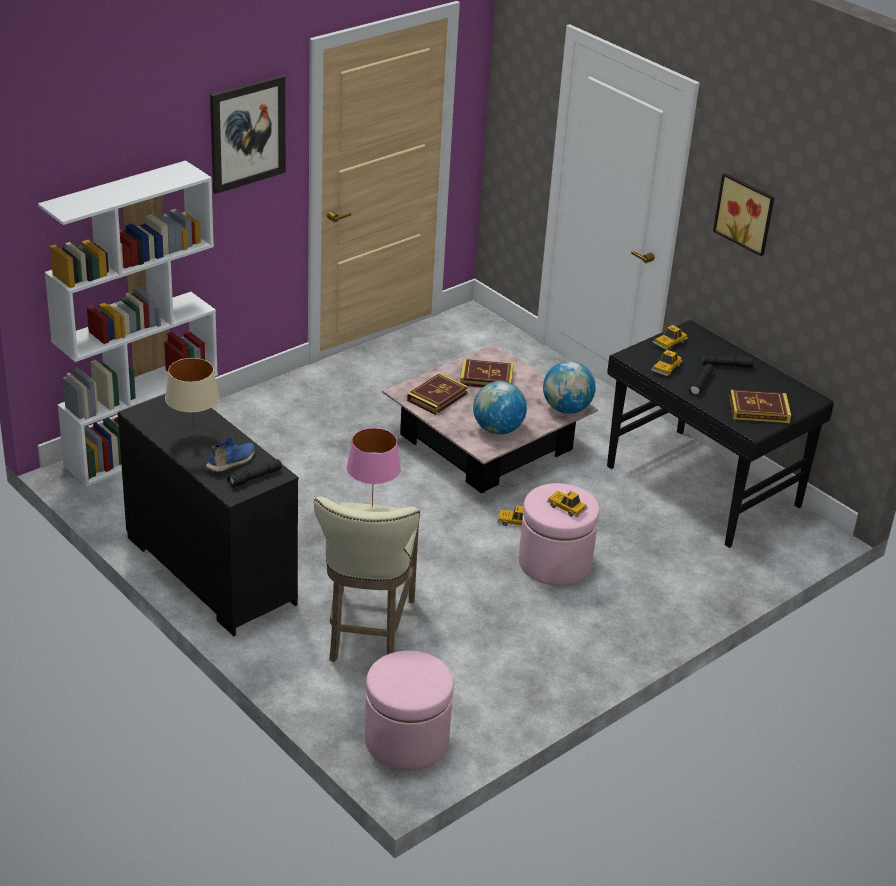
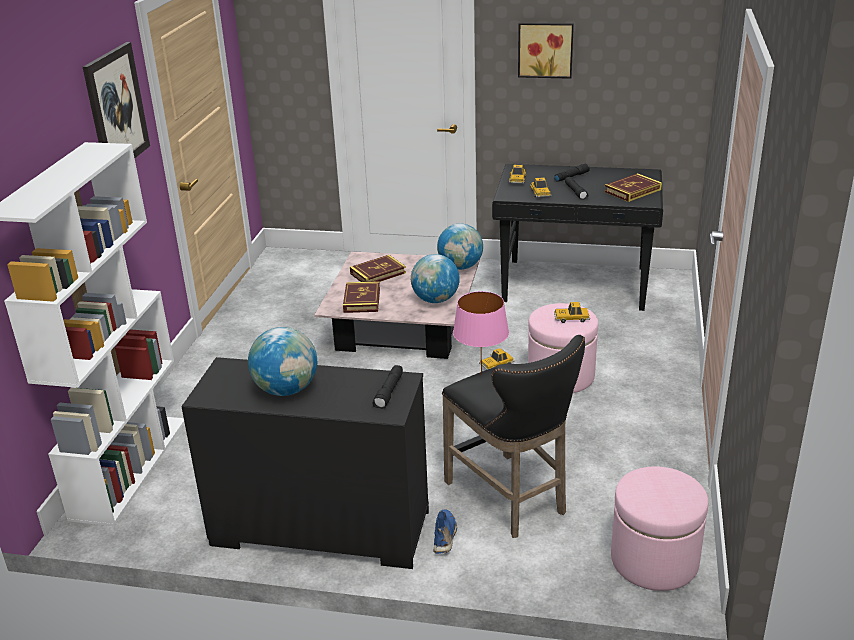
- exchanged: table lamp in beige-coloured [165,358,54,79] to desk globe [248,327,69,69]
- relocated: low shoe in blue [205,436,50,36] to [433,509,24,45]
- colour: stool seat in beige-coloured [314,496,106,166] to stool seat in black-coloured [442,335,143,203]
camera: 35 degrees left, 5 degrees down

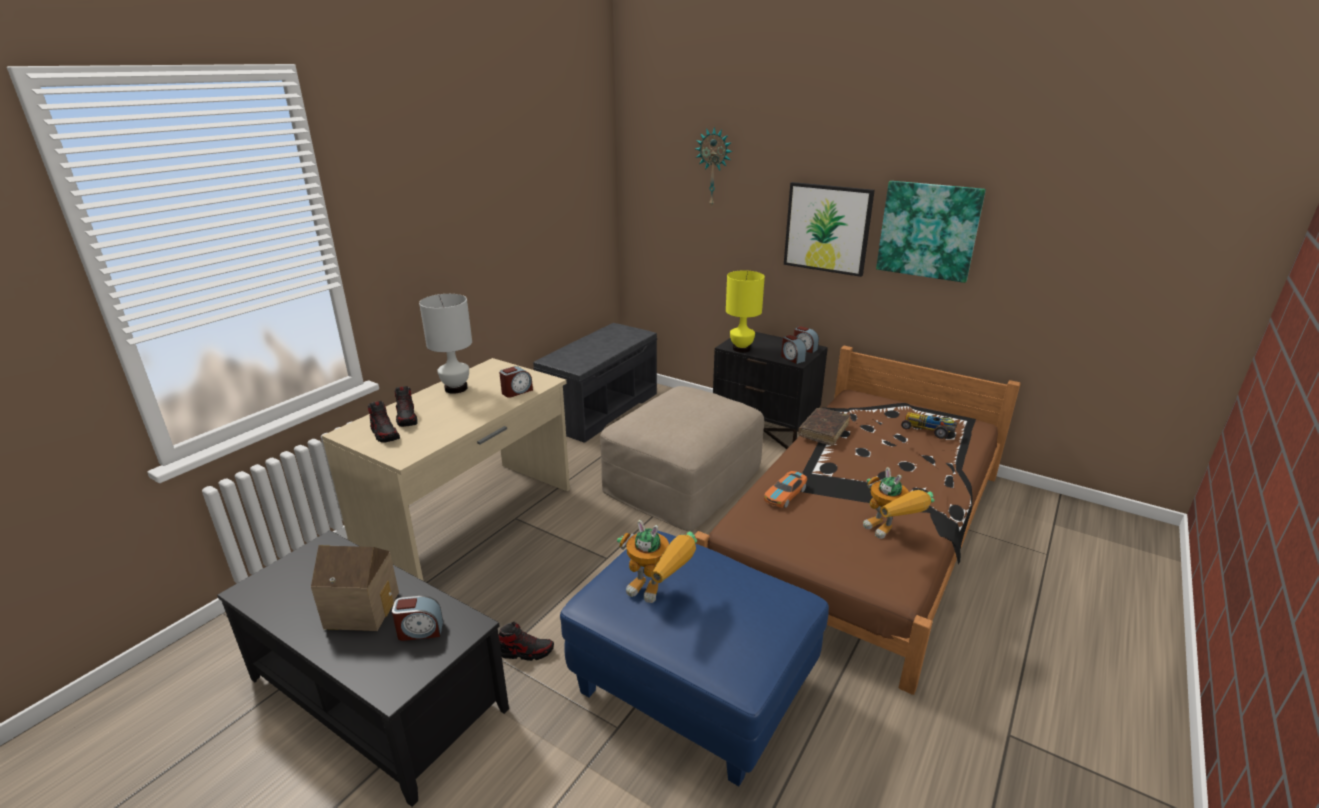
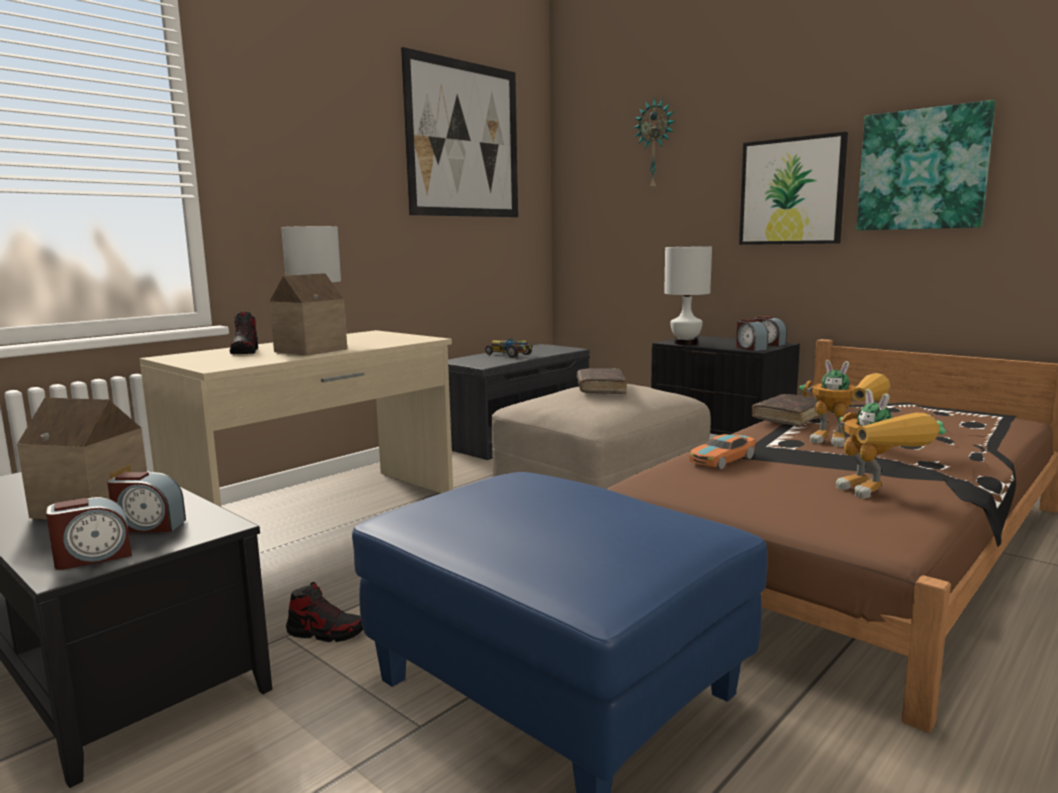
- relocated: alarm clock [499,366,34,32] to [46,497,86,73]
- appeared: miniature house [270,273,77,83]
- appeared: wall picture [401,47,117,170]
- relocated: miniature car [901,412,56,27] to [485,338,47,20]
- appeared: book in brown [577,368,50,26]
- colour: table lamp in yellow-coloured [726,270,39,83] to table lamp in whitish [664,246,48,99]
- relocated: robot figure [617,520,80,83] to [799,360,91,87]
- missing: low shoe [368,401,32,42]
camera: 10 degrees right, 15 degrees down

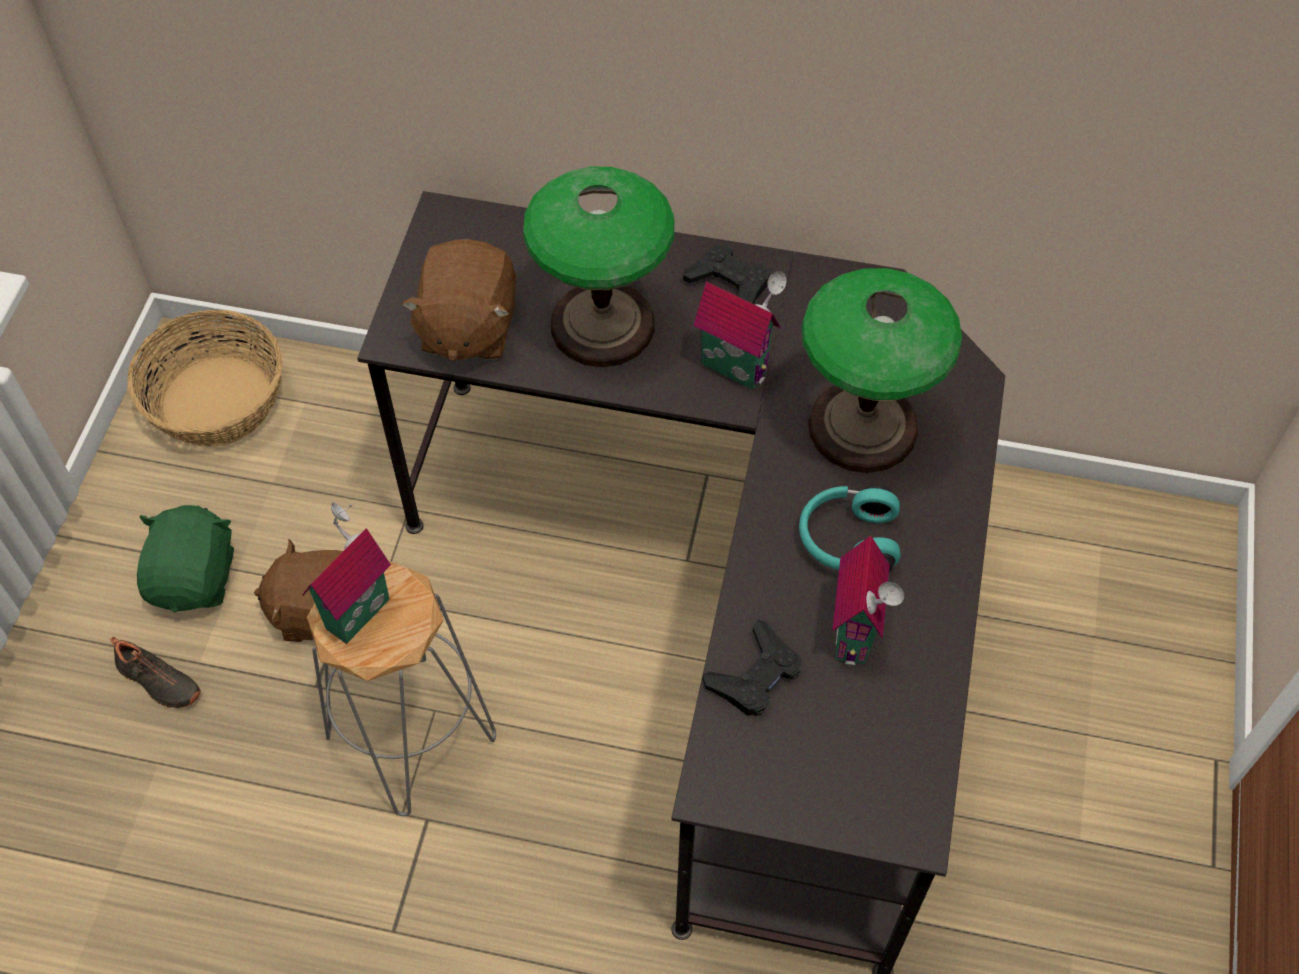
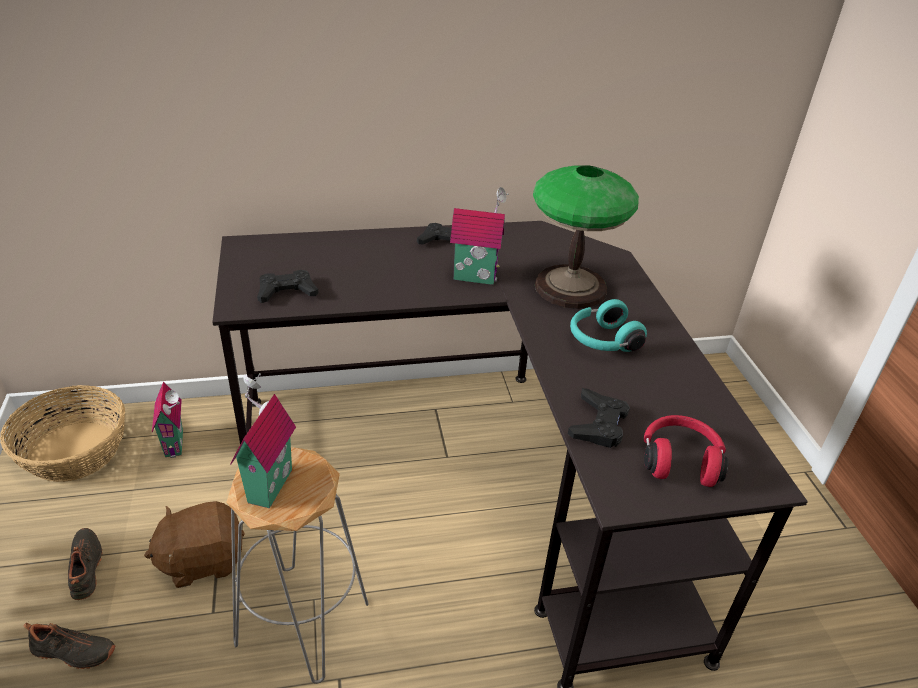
- exchanged: cuddly toy in green-coloured [137,505,97,107] to low shoe in black-coloured [68,528,35,72]
- relocated: miniature house [832,536,72,130] to [152,382,31,76]
- exchanged: cuddly toy in brown [402,239,114,122] to game controller in black-coloured [257,270,61,33]
- appeared: headset in reddish [644,415,85,72]
- missing: table lamp [523,166,151,201]
camera: 25 degrees left, 20 degrees down

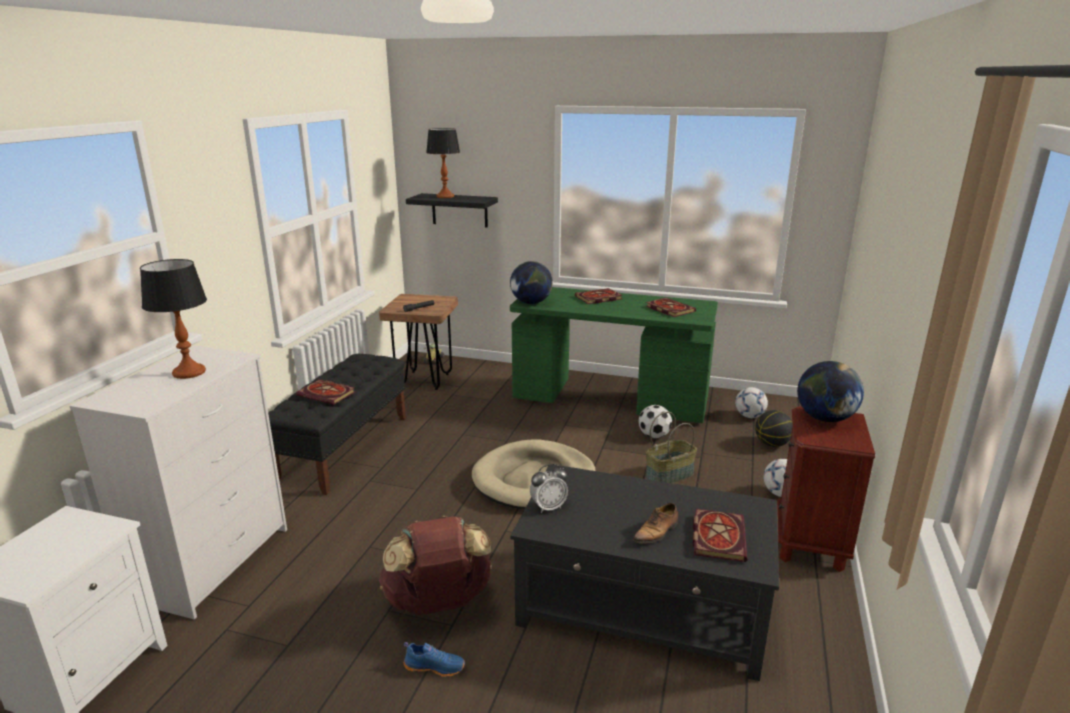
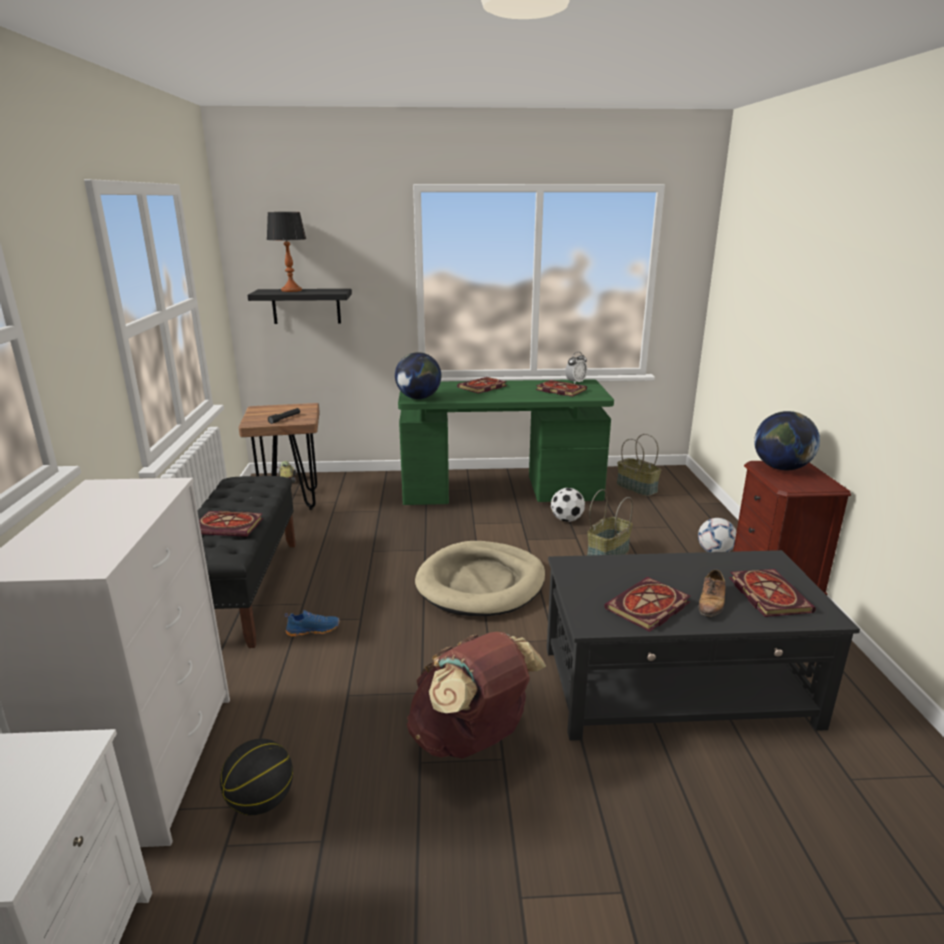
- relocated: ball for basketball [755,410,38,37] to [220,739,73,76]
- relocated: low shoe in blue [404,642,61,35] to [285,610,55,27]
- relocated: alarm clock [530,464,38,49] to [565,352,22,32]
- appeared: book [604,577,87,55]
- exchanged: ball for football [735,387,33,31] to storage basket [617,434,44,62]
- missing: table lamp [140,259,67,120]
camera: 20 degrees left, 0 degrees up

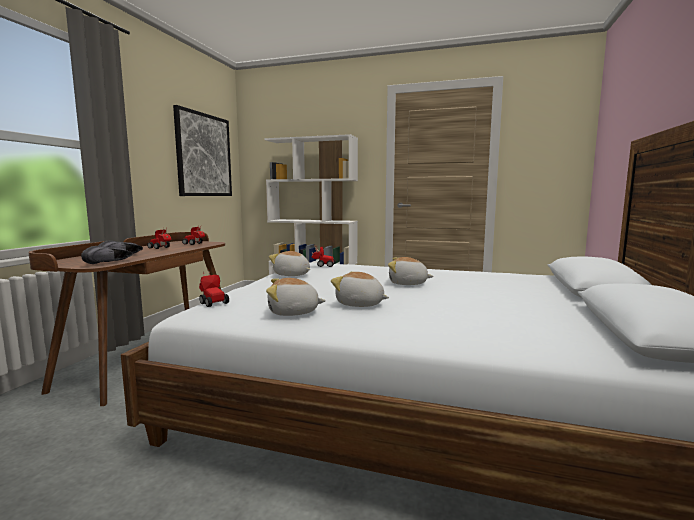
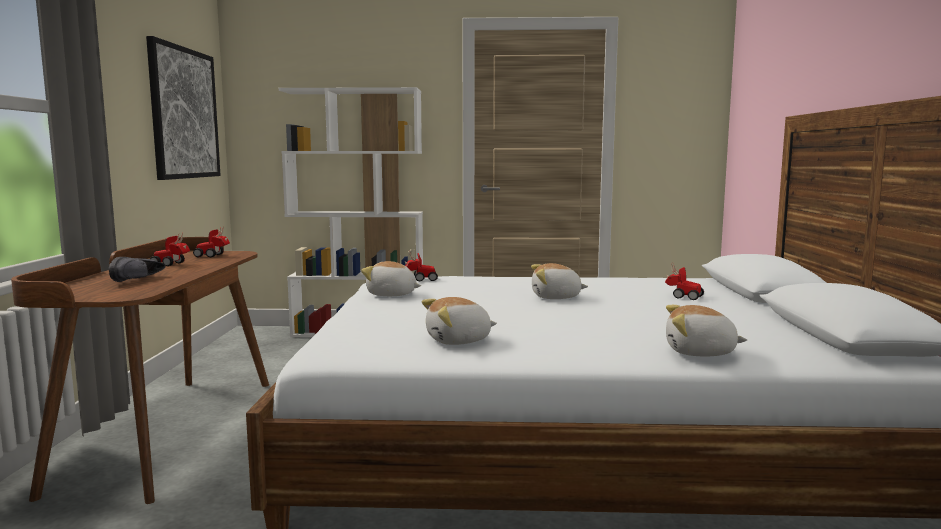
- relocated: miniature car [199,269,30,38] to [665,264,39,36]
- relocated: cuddly toy [331,271,58,36] to [666,305,81,52]
- missing: low shoe in black-coloured [81,246,52,18]
camera: 15 degrees left, 0 degrees up

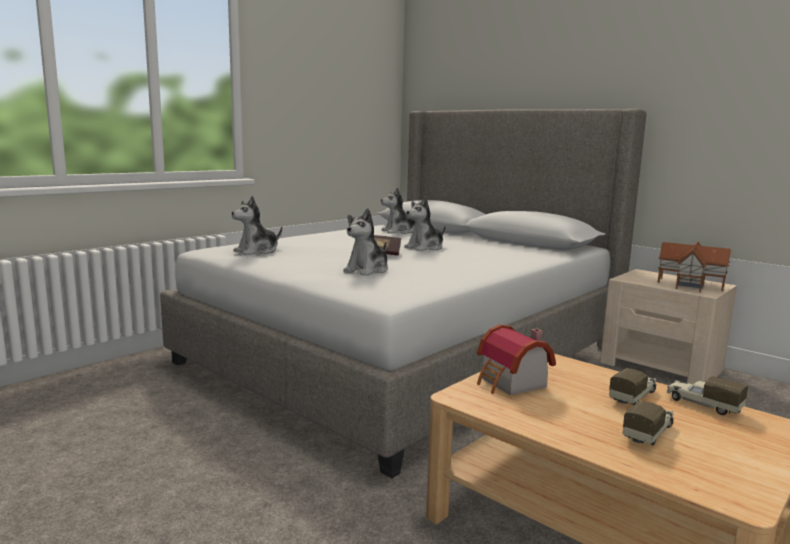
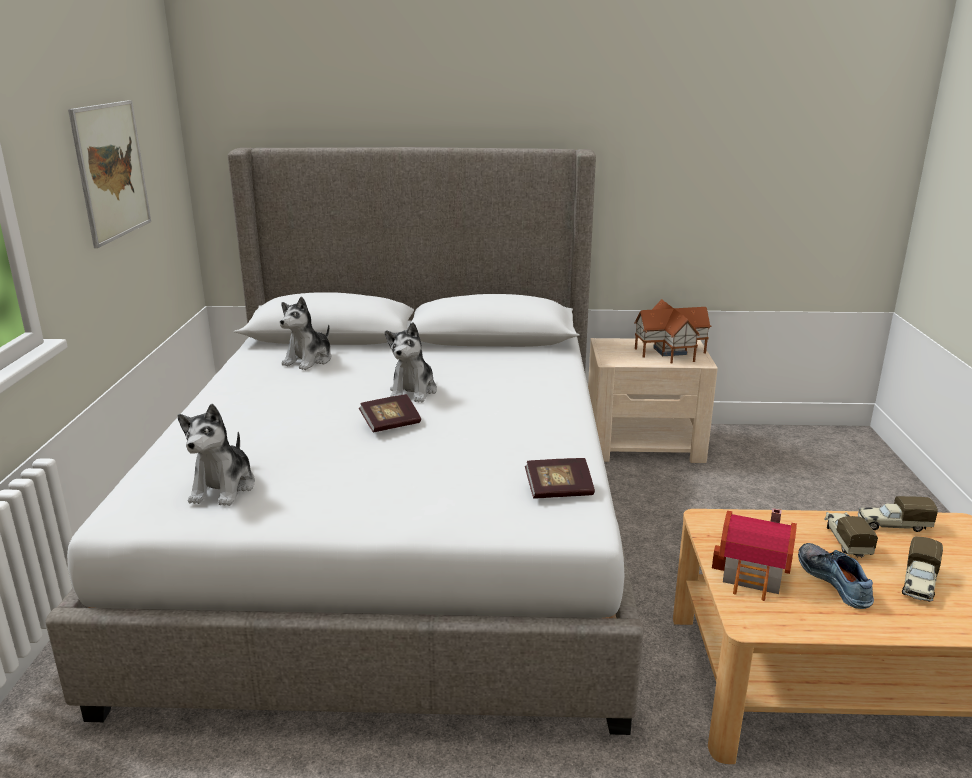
- appeared: wall picture [68,100,83,148]
- appeared: book [525,458,70,41]
- appeared: low shoe [798,543,76,66]
- spun: toy truck [622,401,52,45] = [902,536,41,66] 150 degrees counterclockwise
- missing: cuddly toy [343,208,45,68]
camera: 40 degrees left, 10 degrees up

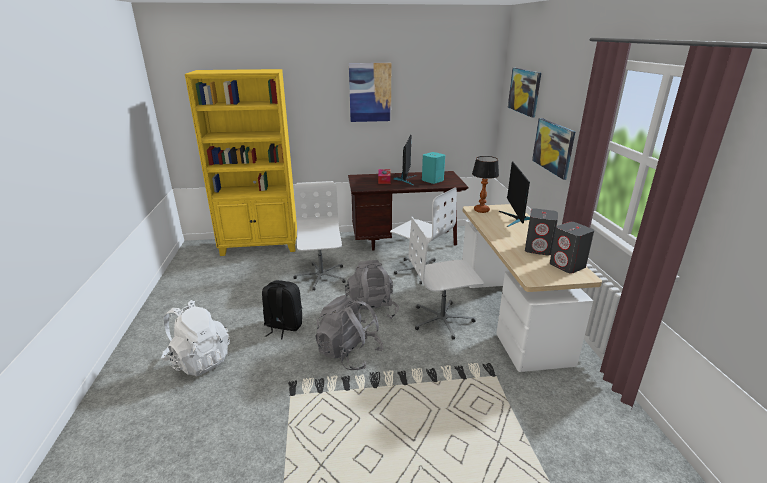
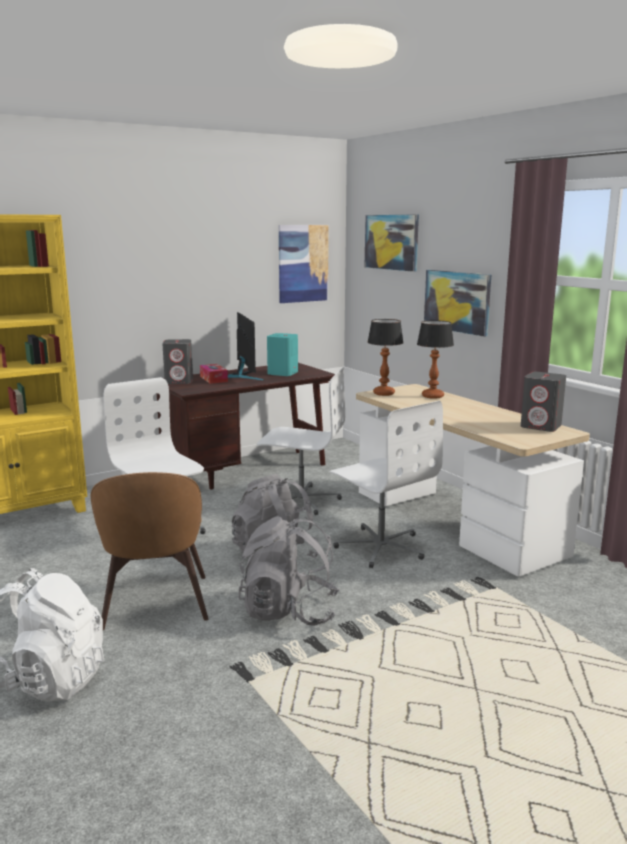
- exchanged: rucksack in black-coloured [262,280,40,60] to upright chair in brown [91,472,118,158]
- relocated: speaker in greyish [525,208,33,48] to [162,339,31,45]
- relocated: wall picture [349,63,42,59] to [279,225,50,78]
- spun: desk chair in whitish [409,217,75,123] = [330,401,113,167] 90 degrees counterclockwise
- exchanged: computer screen [499,161,31,66] to table lamp [417,320,37,79]
camera: 25 degrees left, 10 degrees down

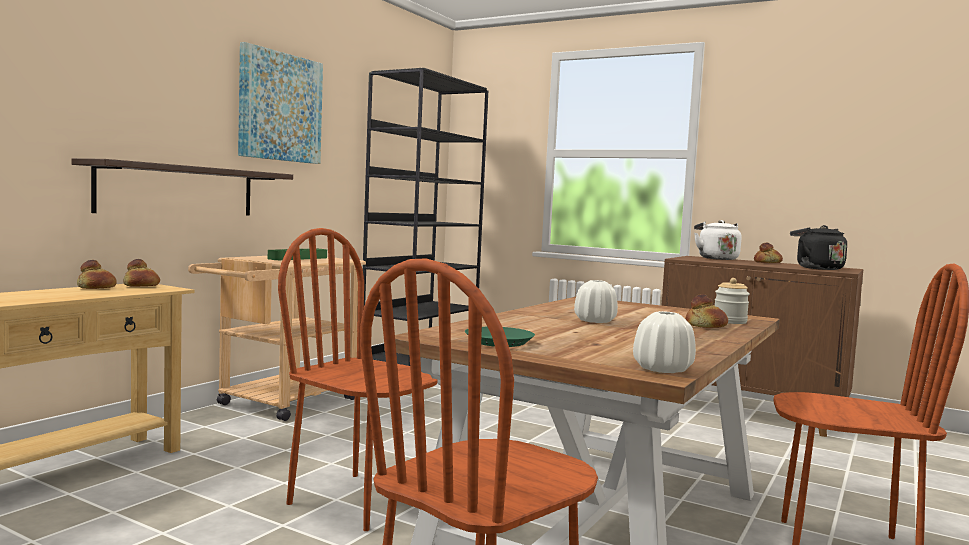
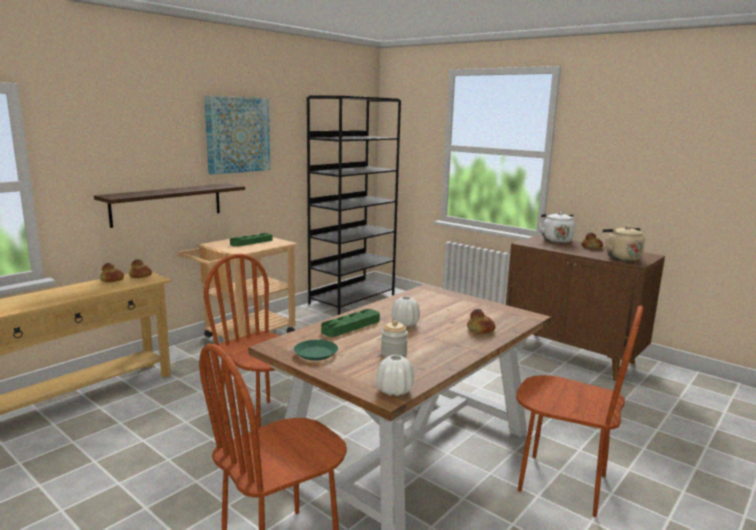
- appeared: serving tray in green-coloured [321,309,59,28]
- relocated: storage jar [715,278,35,46] to [381,321,27,37]
- colour: kettle in black-coloured [790,225,57,45] to kettle in beige-coloured [603,226,42,35]
camera: 10 degrees right, 10 degrees up

